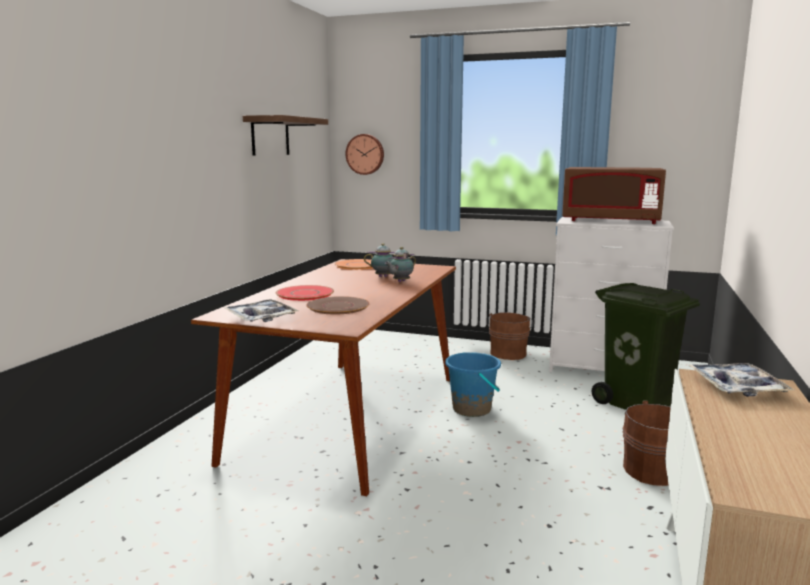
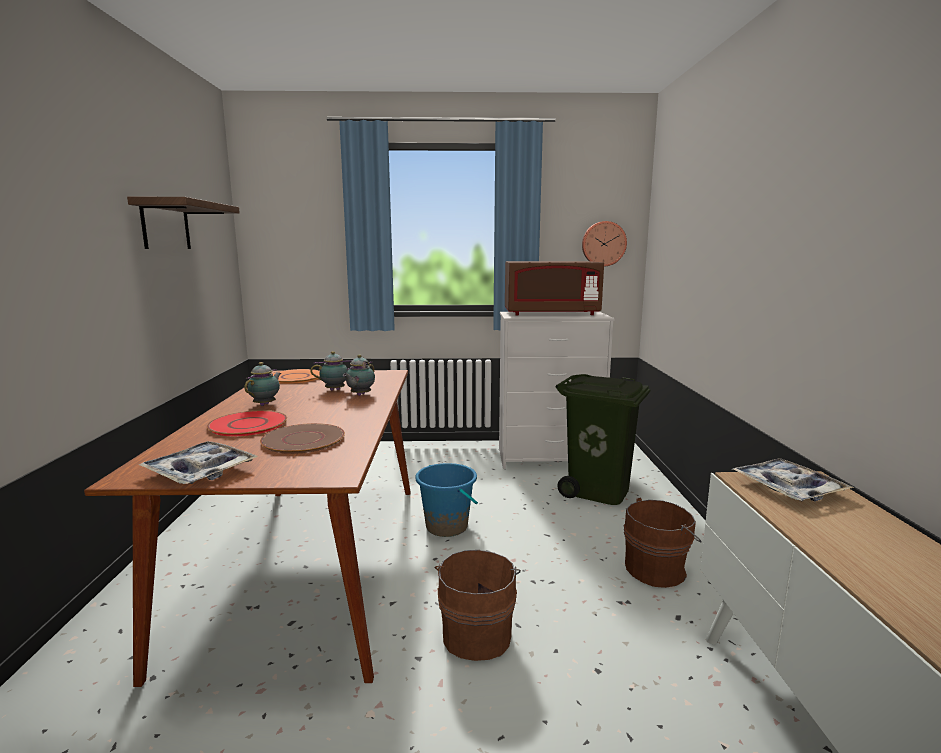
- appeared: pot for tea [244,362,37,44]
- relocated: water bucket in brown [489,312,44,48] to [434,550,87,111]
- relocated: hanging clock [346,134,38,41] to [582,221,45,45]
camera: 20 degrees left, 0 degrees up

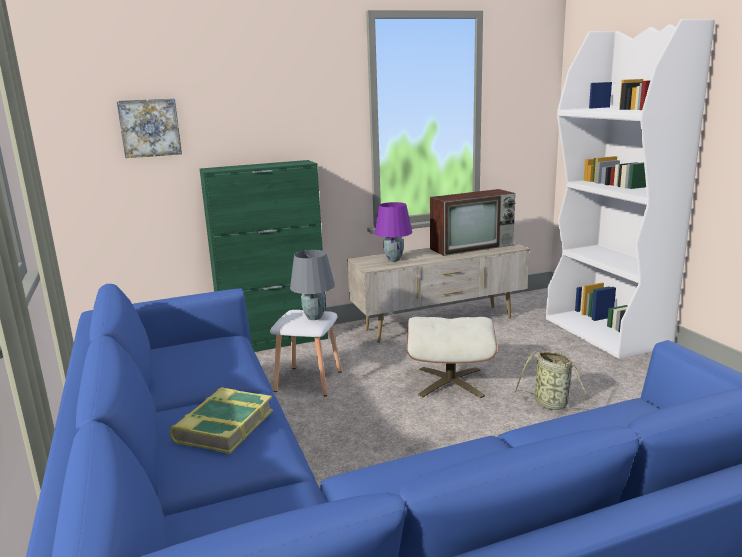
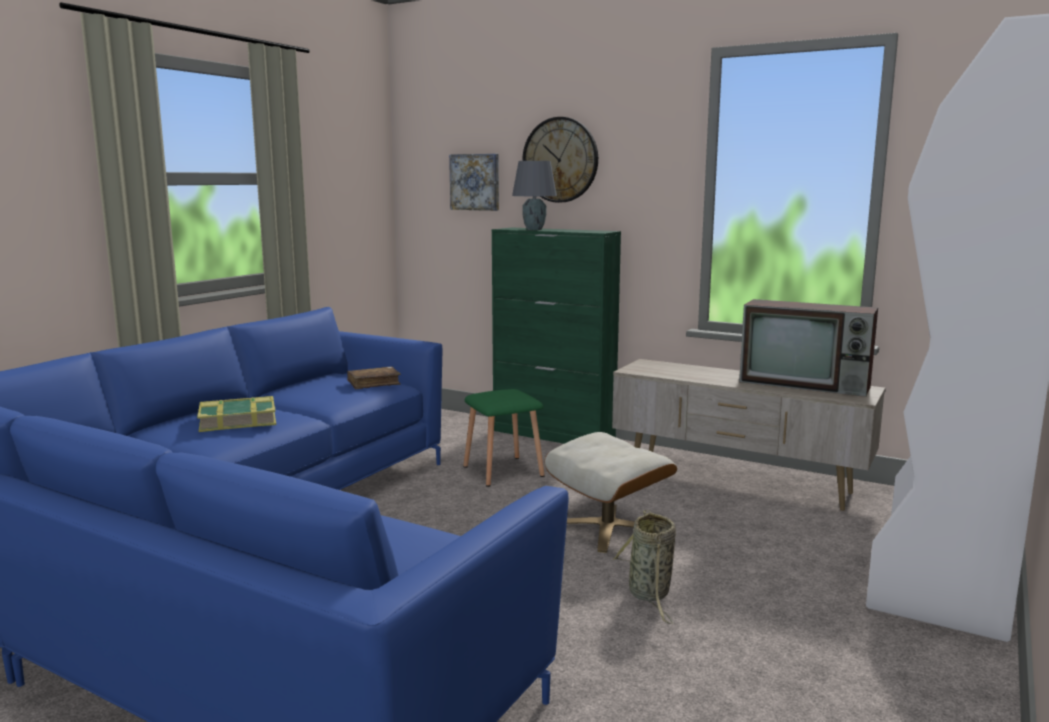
- appeared: book in brown [347,366,54,23]
- colour: stool seat in whitish [270,310,72,86] to stool seat in green-coloured [463,389,82,98]
- relocated: table lamp in greyish [290,250,45,70] to [512,161,45,69]
- appeared: hanging clock [522,117,76,86]
- missing: table lamp in purplish [375,202,37,59]
camera: 50 degrees right, 5 degrees down

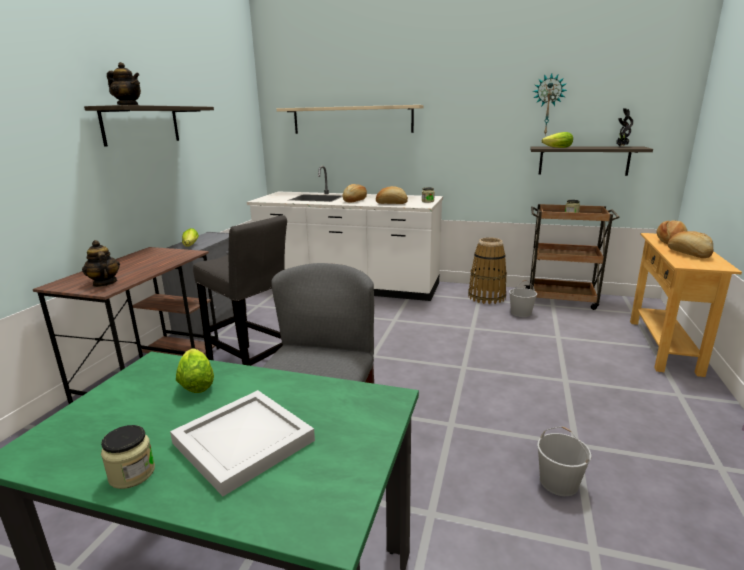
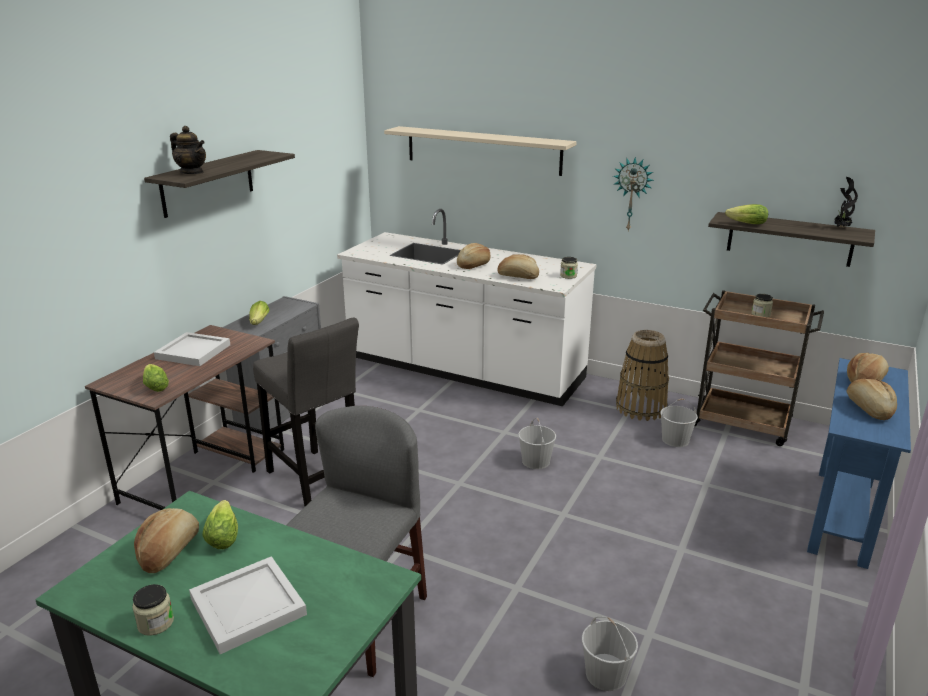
- appeared: baked bread [134,508,65,65]
- exchanged: pot for tea [82,240,38,47] to head of lettuce [143,364,26,28]
- appeared: serving tray in whitish [154,332,76,34]
- appeared: water bucket in whitish [518,418,38,51]
- relocated: hanging clock [533,73,34,62] to [613,157,41,74]
- colour: console table in beige-coloured [630,233,112,144] to console table in blue [807,358,104,211]
camera: 10 degrees right, 5 degrees up

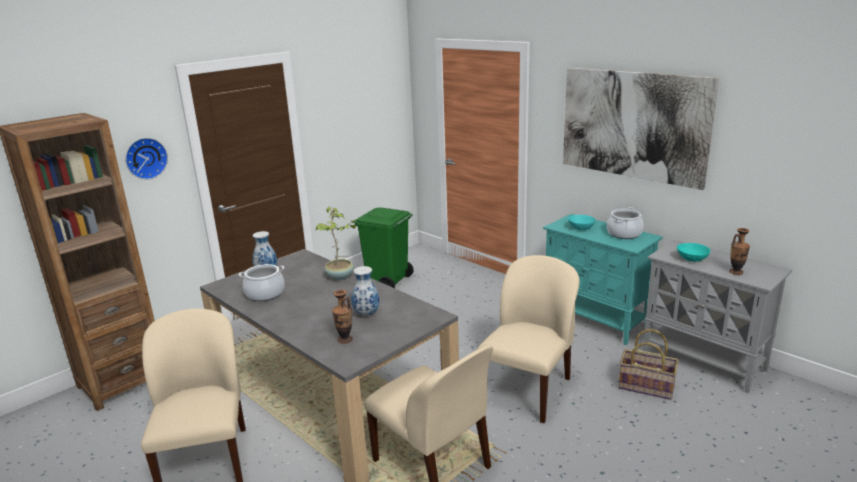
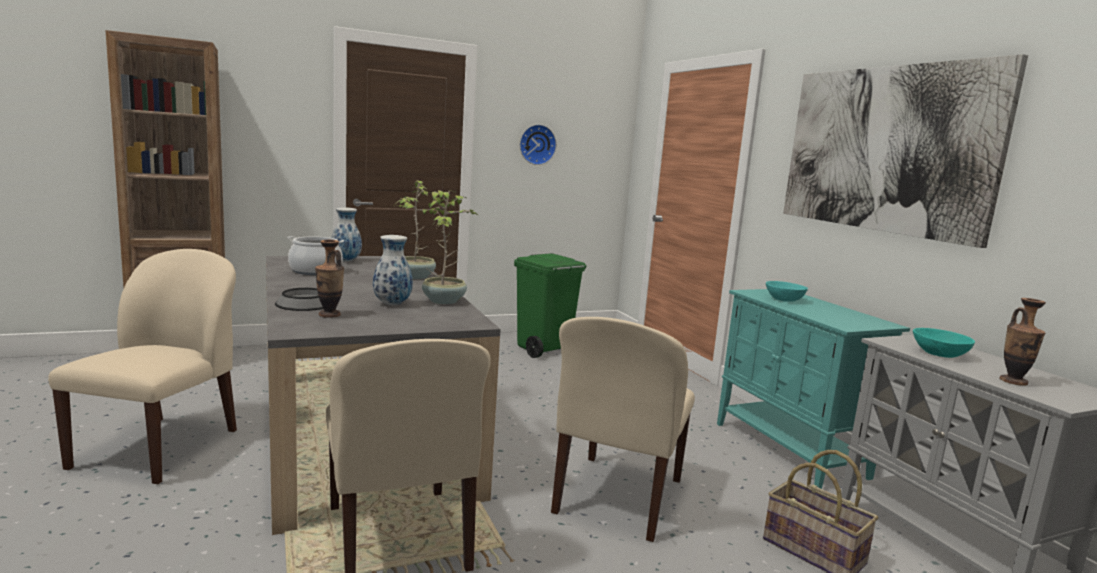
- appeared: serving bowl [275,288,48,23]
- appeared: potted plant [422,190,56,114]
- relocated: hanging clock [125,138,43,41] to [520,124,37,41]
- spun: upright chair in beige-coloured [478,255,102,168] = [551,317,144,225] 150 degrees clockwise
- missing: saucepot [607,207,37,32]
camera: 20 degrees right, 10 degrees down

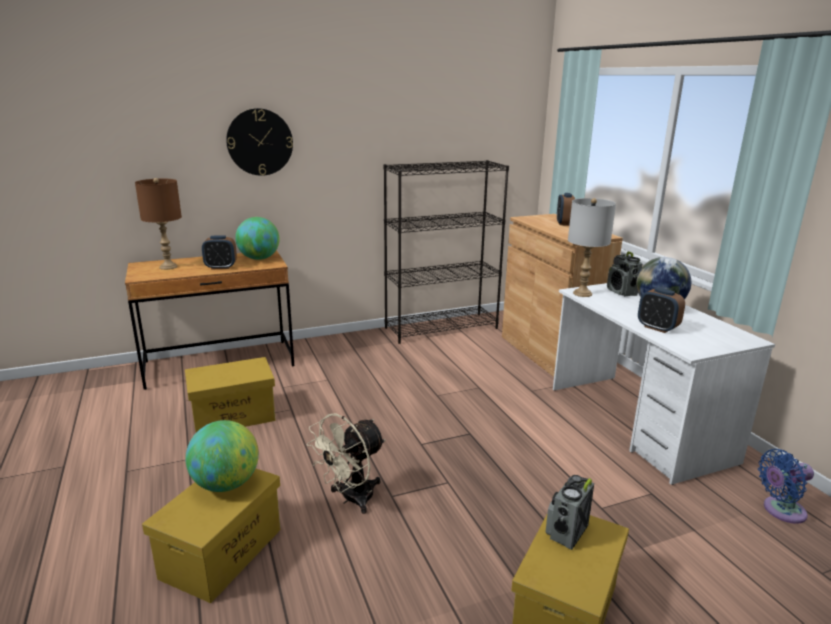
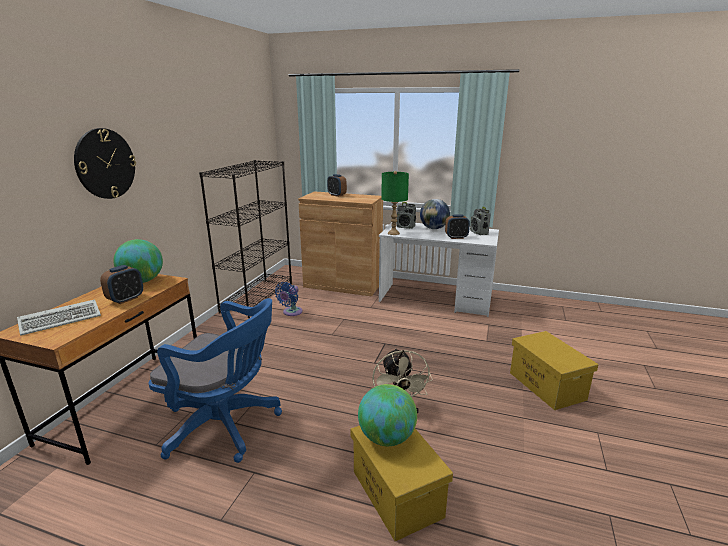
- exchanged: table lamp in brown [135,178,47,92] to computer keyboard [17,299,84,37]
- exchanged: storage box in yellow-coloured [185,357,91,75] to desk chair in blue [149,298,133,165]
- relocated: fan in blue [758,449,56,75] to [275,282,27,34]
- colour: table lamp in greyish [568,198,48,99] to table lamp in green-coloured [381,171,28,64]
- relocated: radio [545,475,49,75] to [470,206,21,29]
camera: 50 degrees left, 0 degrees up

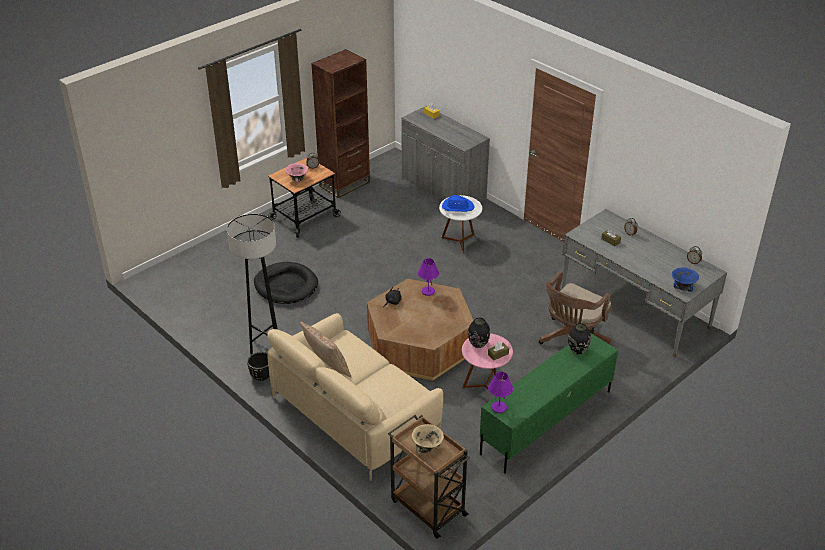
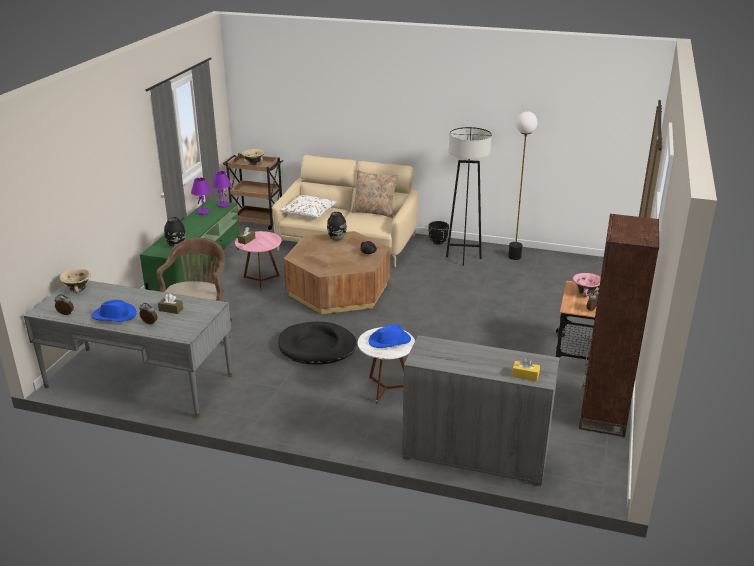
- colour: serving bowl in blue [672,268,27,24] to serving bowl in beige-coloured [59,269,32,25]
- appeared: clothing hat in blue [91,300,46,22]
- relocated: table lamp in purplish [418,258,21,38] to [191,178,20,37]
- relocated: dog cushion in black-coloured [254,262,64,42] to [278,322,79,43]
- appeared: pillow in whitish [280,195,58,23]
- relocated: vase in black-coloured [468,318,22,30] to [327,212,20,29]
- appeared: standard lamp [508,111,29,149]
camera: 150 degrees right, 10 degrees down

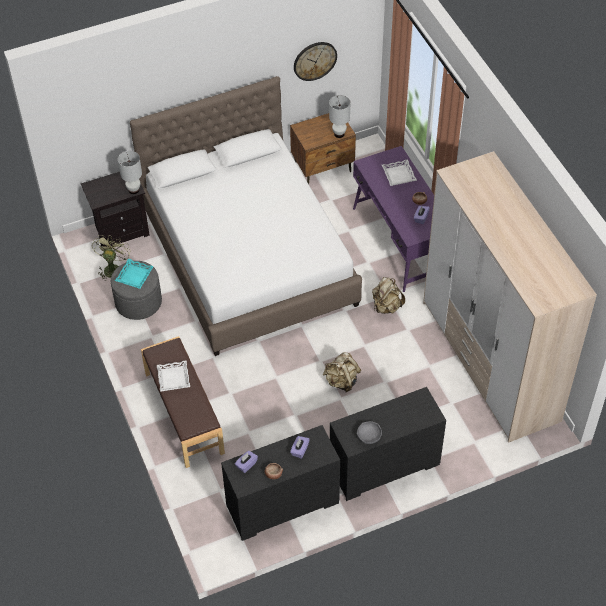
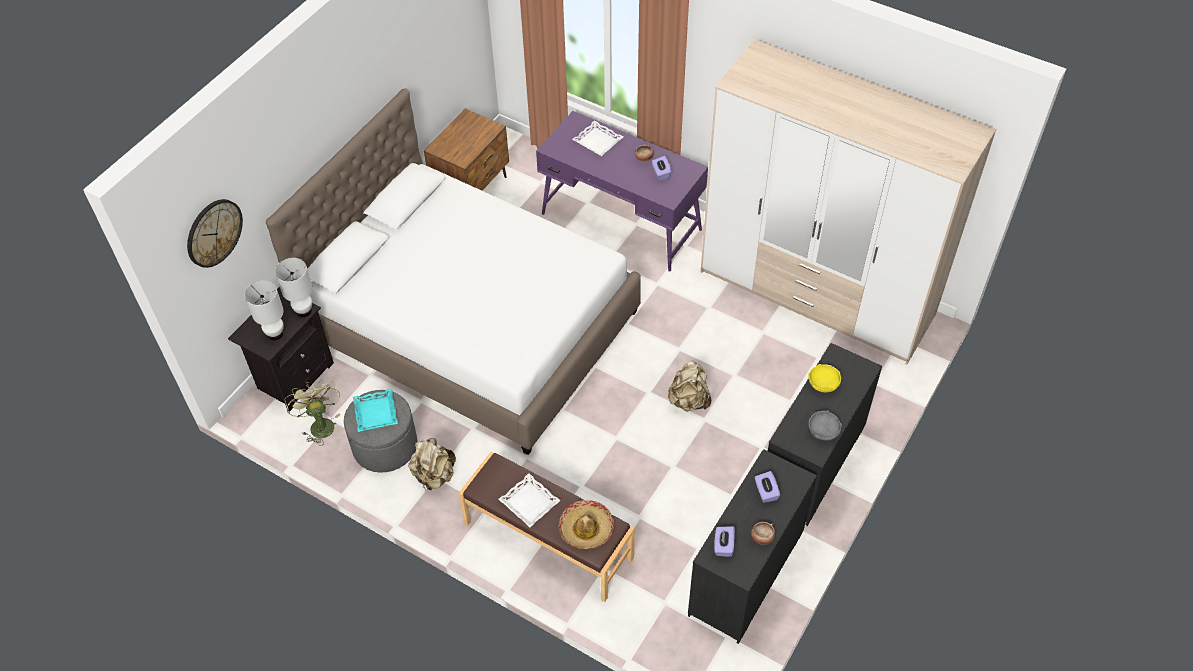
- relocated: hanging clock [294,42,43,39] to [187,199,56,69]
- relocated: table lamp in whitish [329,95,21,43] to [245,281,39,59]
- relocated: rucksack in beige-coloured [372,277,33,37] to [408,438,48,52]
- appeared: clothing hat [559,500,55,49]
- appeared: serving bowl in yellow-coloured [808,364,33,28]
camera: 35 degrees left, 0 degrees up

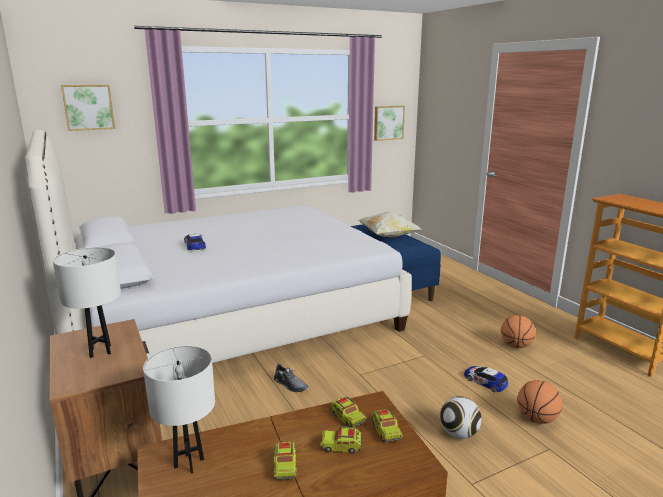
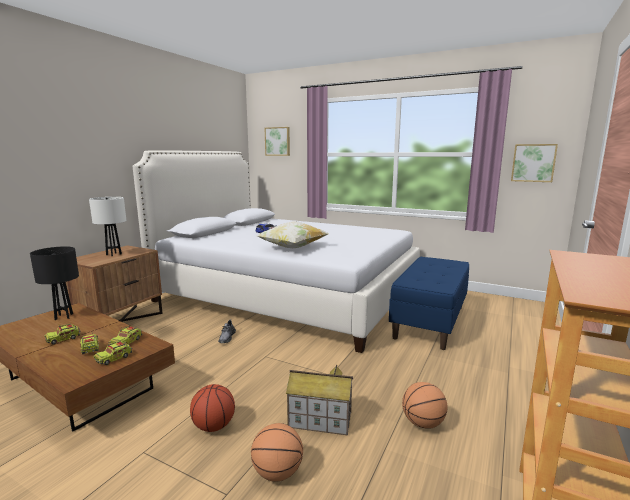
- colour: table lamp in whitish [143,346,72,128] to table lamp in black-coloured [30,246,49,74]
- exchanged: ball for football [440,396,42,43] to ball for basketball [190,384,45,48]
- relocated: pillow [358,211,65,27] to [257,221,72,27]
- exchanged: miniature car [464,366,44,26] to miniature house [286,365,67,71]
camera: 55 degrees right, 5 degrees down

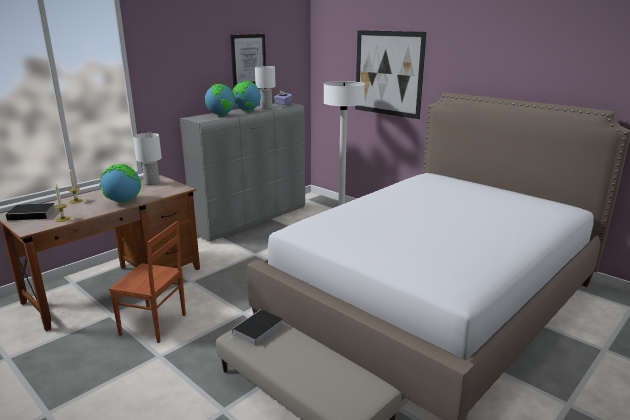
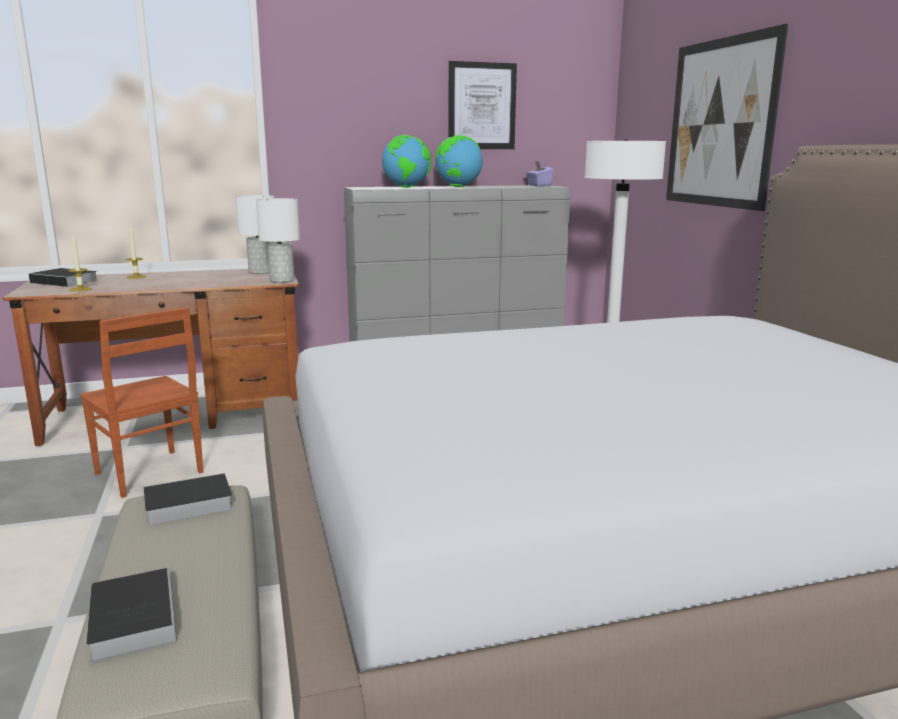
- appeared: book [86,568,91,95]
- relocated: table lamp in whitish [255,66,21,43] to [256,198,44,85]
- missing: desk globe [100,164,41,39]
camera: 30 degrees right, 5 degrees down

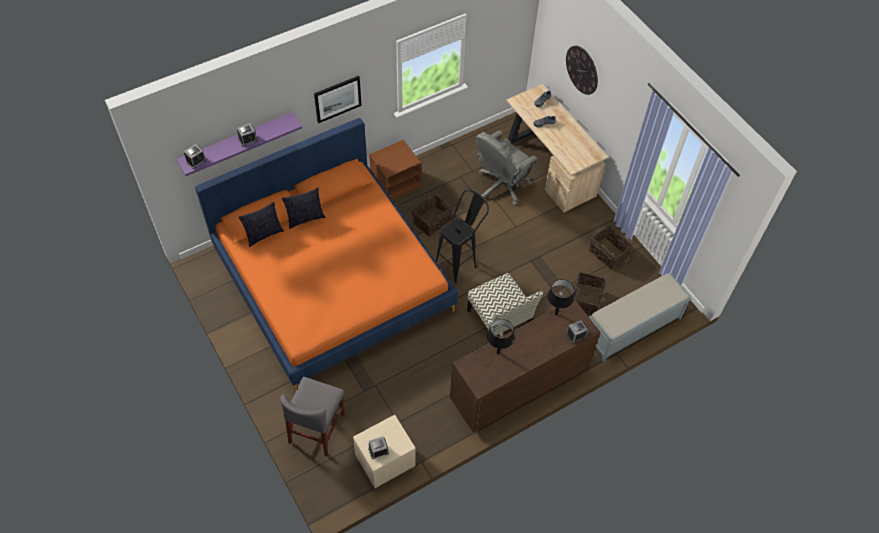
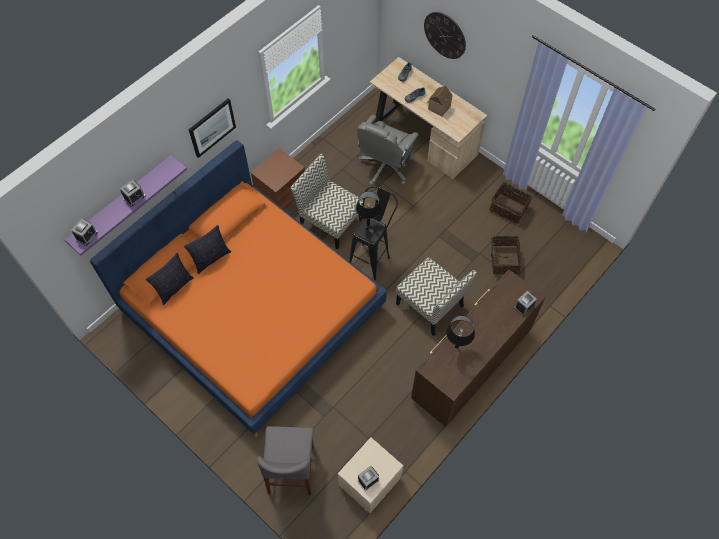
- exchanged: storage basket [411,194,41,42] to upright chair [291,154,72,96]
- relocated: table lamp in black-coloured [547,279,27,36] to [356,191,25,35]
- appeared: miniature house [427,86,25,31]
- missing: bench in greyish [589,273,102,89]
camera: 15 degrees left, 5 degrees up

